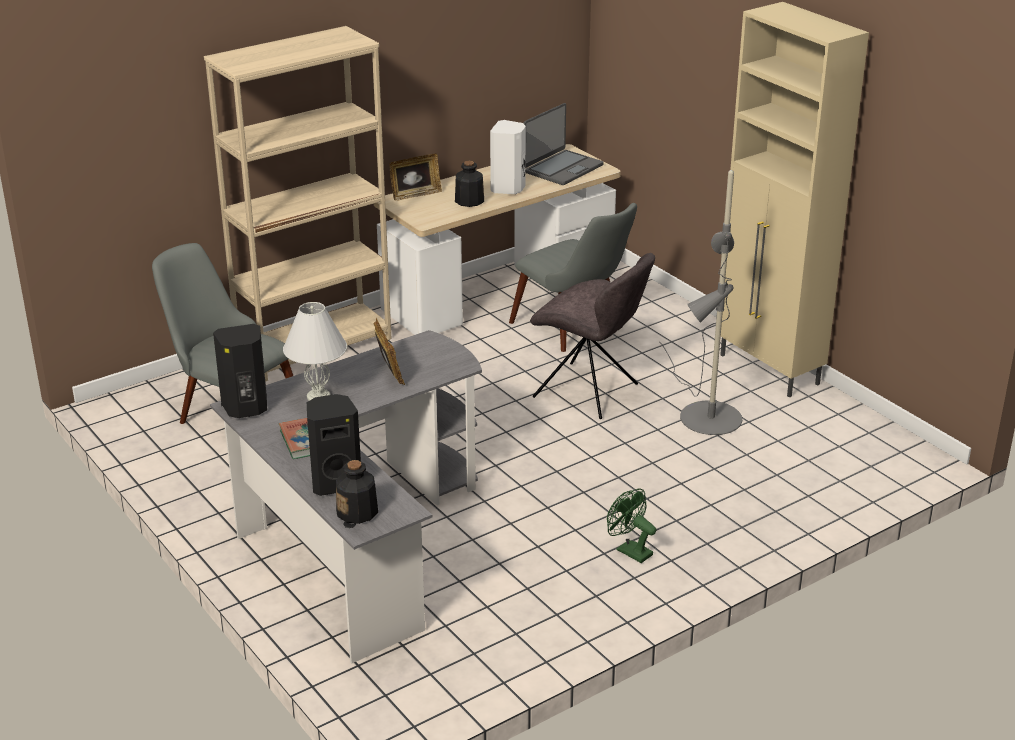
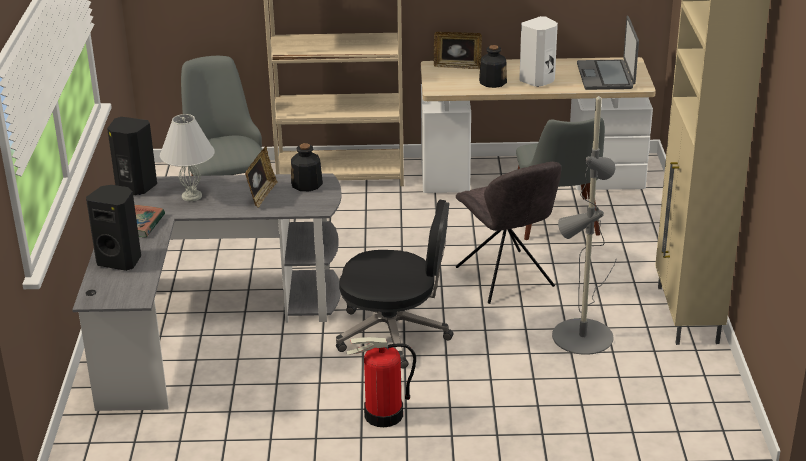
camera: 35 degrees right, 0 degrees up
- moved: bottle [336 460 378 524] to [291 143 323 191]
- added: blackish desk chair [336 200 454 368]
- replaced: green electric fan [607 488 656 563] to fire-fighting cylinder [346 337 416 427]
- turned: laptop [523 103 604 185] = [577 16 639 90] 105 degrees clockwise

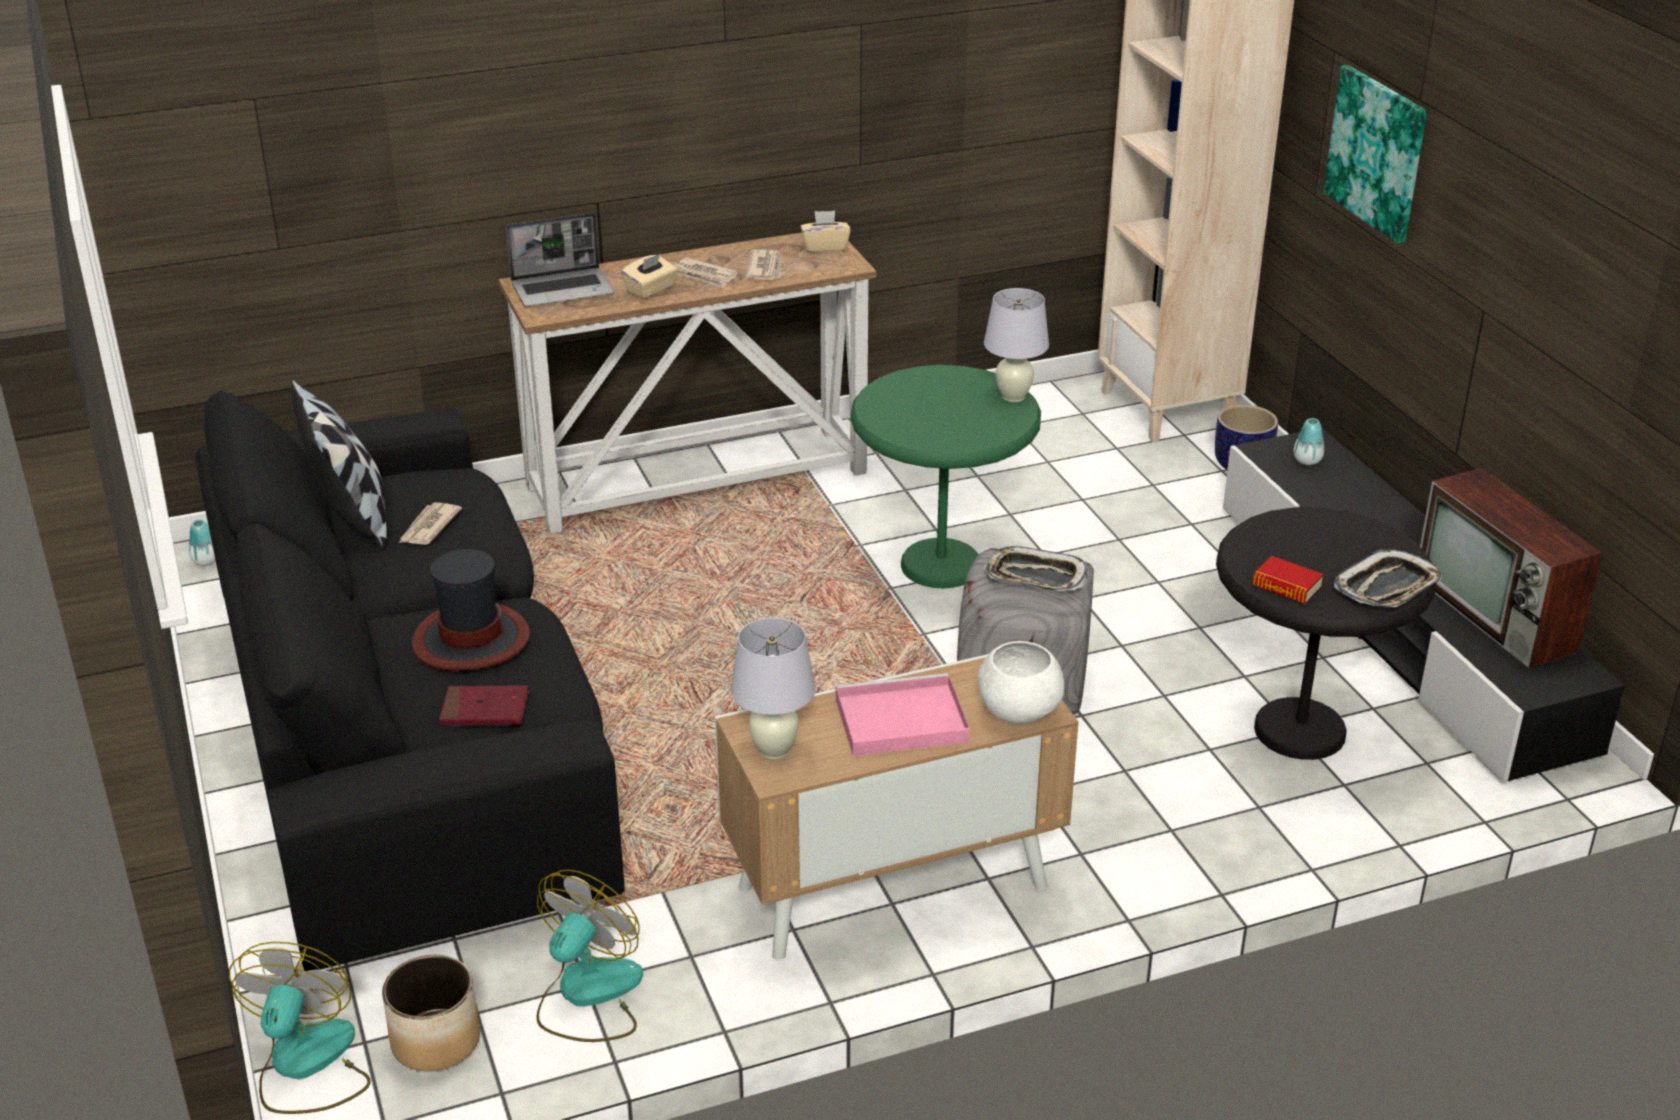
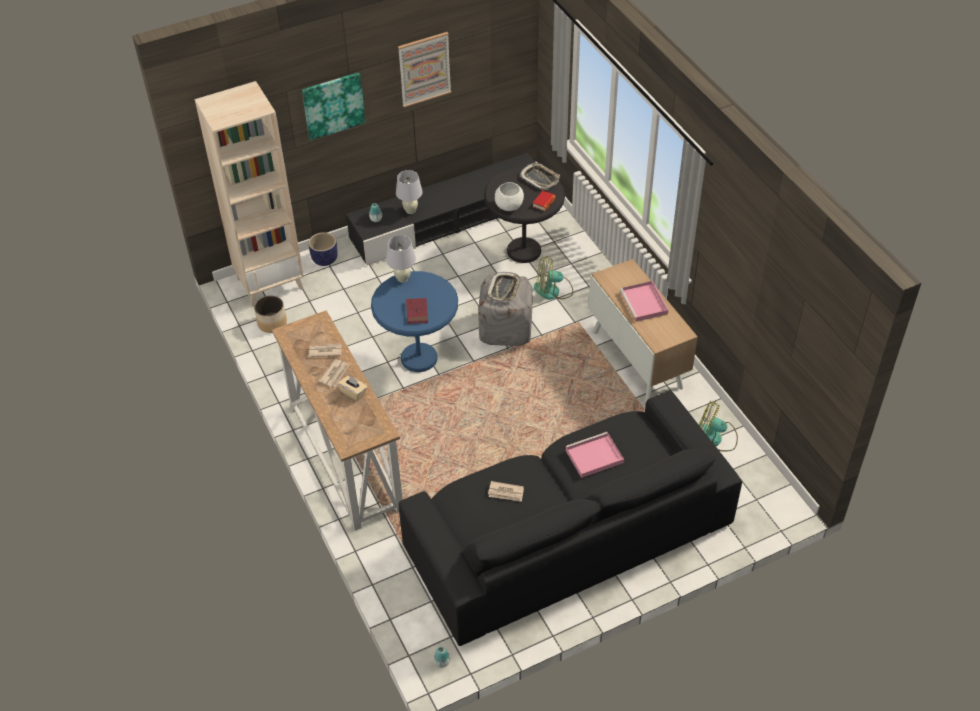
camera: 95 degrees left, 15 degrees up
- moved: flower pot [382 955 480 1071] to [254 296 287 333]
- recoloured: green side table [851 365 1041 588] to blue side table [371 271 458 372]
- moved: white tabletop lamp [731 617 816 759] to [396 170 423 214]
- added: wall art [398 32 451 108]
- moved: reddish bound book [439 685 529 726] to [406 298 428 324]
- moved: white bowl [977 641 1064 724] to [495 182 524 211]
- moved: electric fan [229 942 371 1114] to [534 256 573 300]
- replaced: clothing hat [412 549 530 671] to pinkish carrying tray [565 432 624 478]
- removed: pillow [292 380 387 550]
- removed: laptop [506 213 614 307]
- removed: beige box of tissues [800 211 851 253]
- removed: TV [1420 468 1603 668]

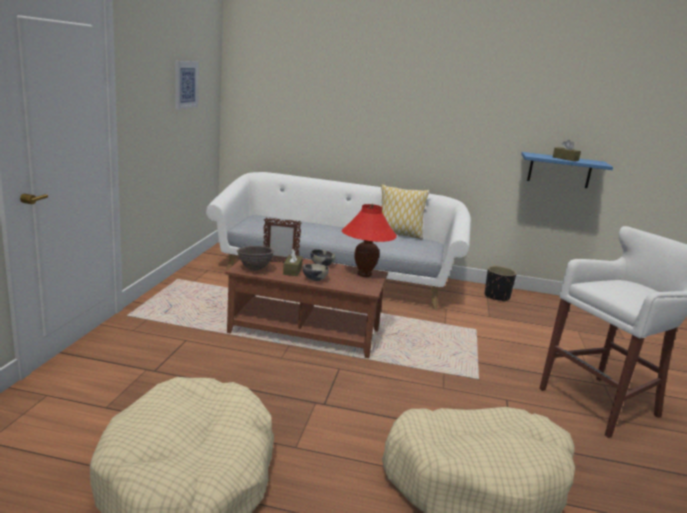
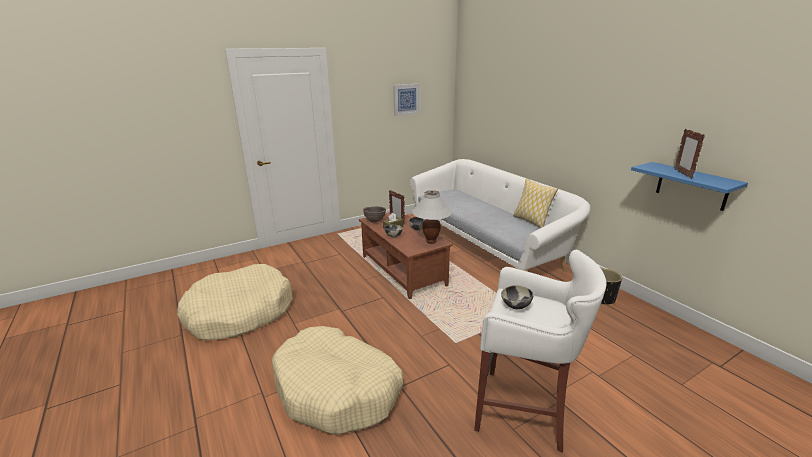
camera: 50 degrees right, 5 degrees up
- recoloured: reddish tabletop lamp [342 204 397 277] to white tabletop lamp [412 190 452 244]
- added: bowl [501 285 533 309]
- replaced: brown-coloured box of tissues [553 140 581 161] to standing frame [675 129 705 179]

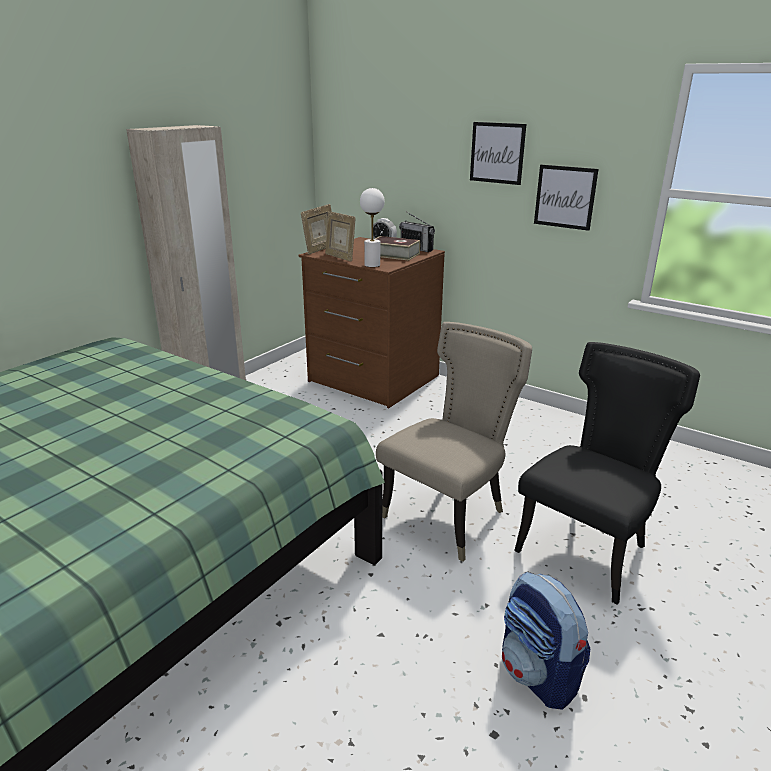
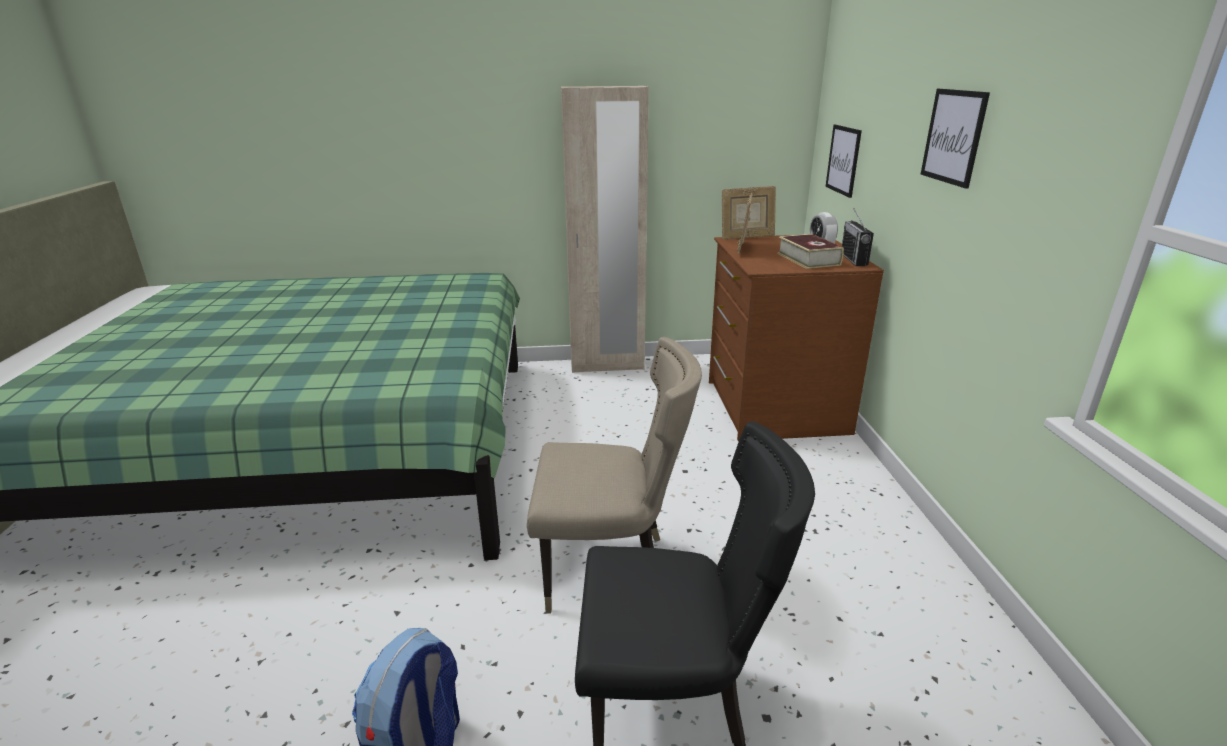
camera: 50 degrees right, 0 degrees up
- moved: wall art [534 165 599 231] to [825 125 862 198]
- removed: white tabletop lamp [360 188 385 267]

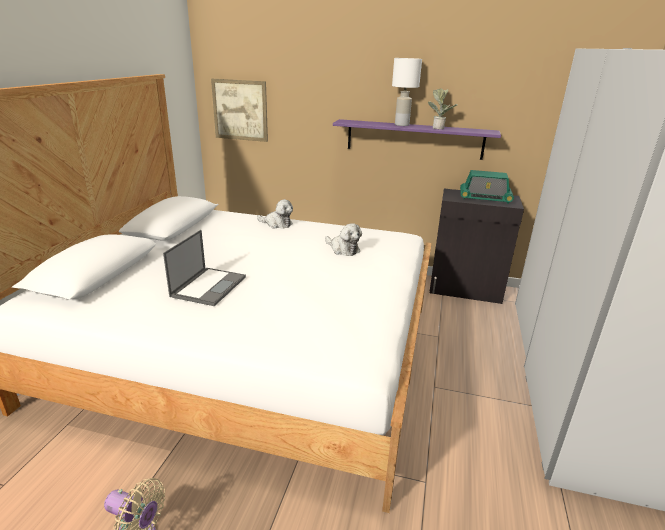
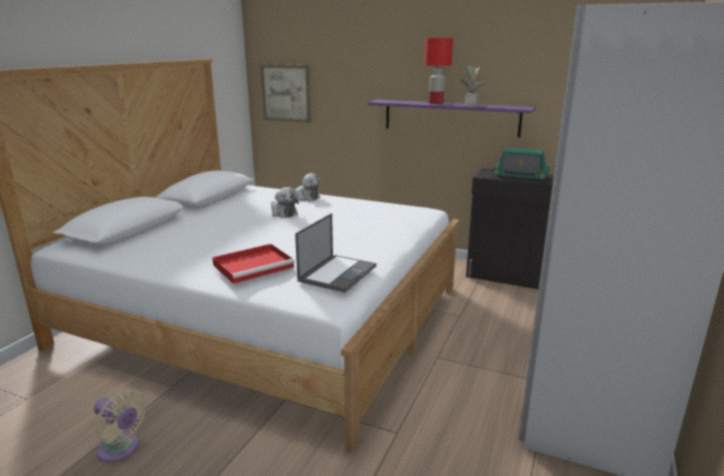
camera: 10 degrees right, 5 degrees down
- added: reddish carrying tray [212 244 295 284]
- moved: soft toy [325 223 362 256] to [271 187 299 218]
- moved: laptop [163 230 246 306] to [295 213 376 293]
- recoloured: white tabletop lamp [392 58 422 126] to reddish tabletop lamp [424 38 453 104]

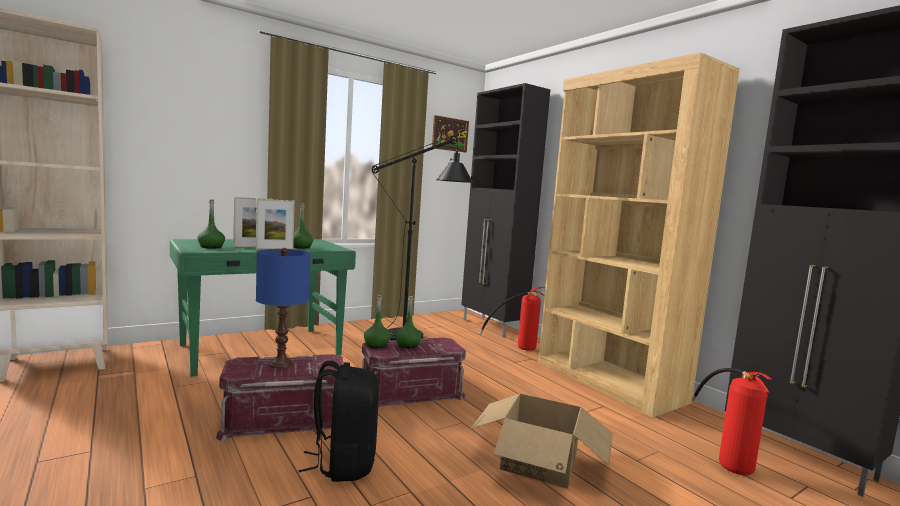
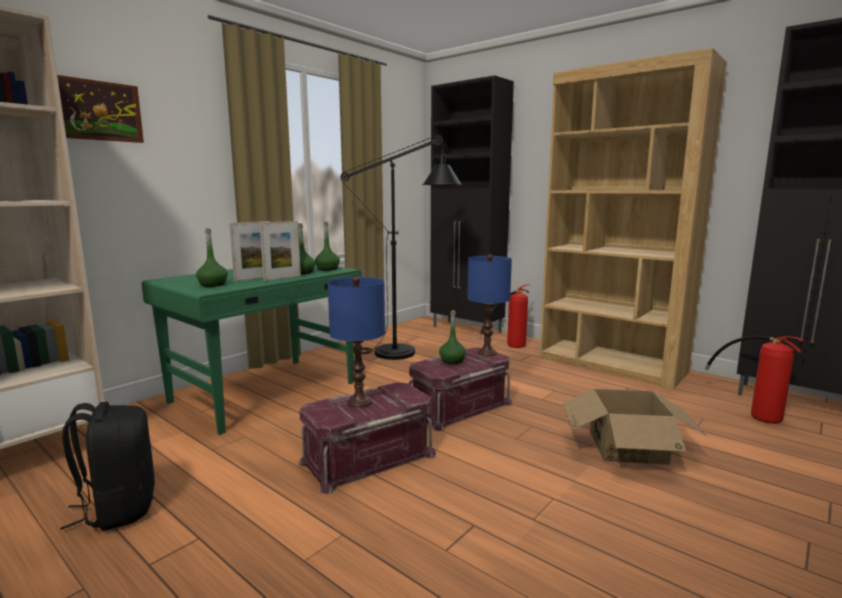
camera: 15 degrees left, 5 degrees up
- moved: wall art [432 115 469 152] to [57 75 144 143]
- moved: blackish rucksack [298 361 379 482] to [60 402 155 531]
- moved: green bottle [364 295 391 348] to [315 222 340 271]
- added: blue tabletop lamp [467 255 512 356]

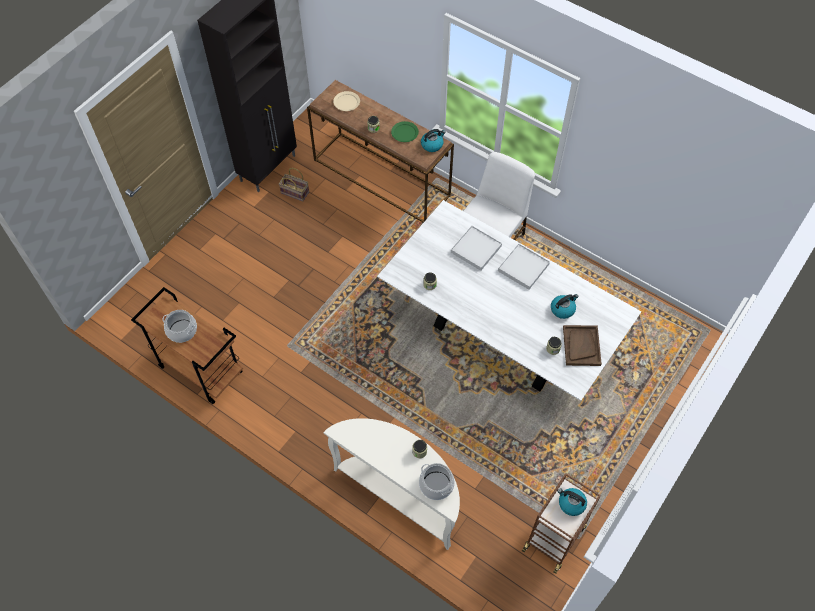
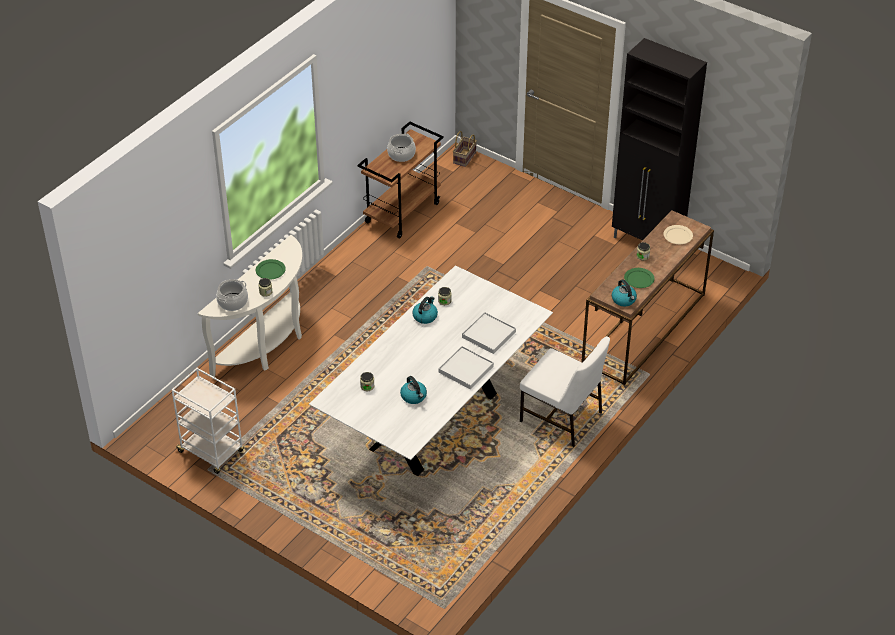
camera: 90 degrees right, 15 degrees down
- recoloured: brown-coloured cart [522 473 601 574] to white cart [172 368 244 474]
- added: green flat dish [256 259 286 280]
- moved: water kettle [558 488 587 516] to [412 296 438 324]
- moved: household basket [279 168 309 201] to [453 131 477 167]
- removed: brown-coloured carrying tray [563 325 602 366]

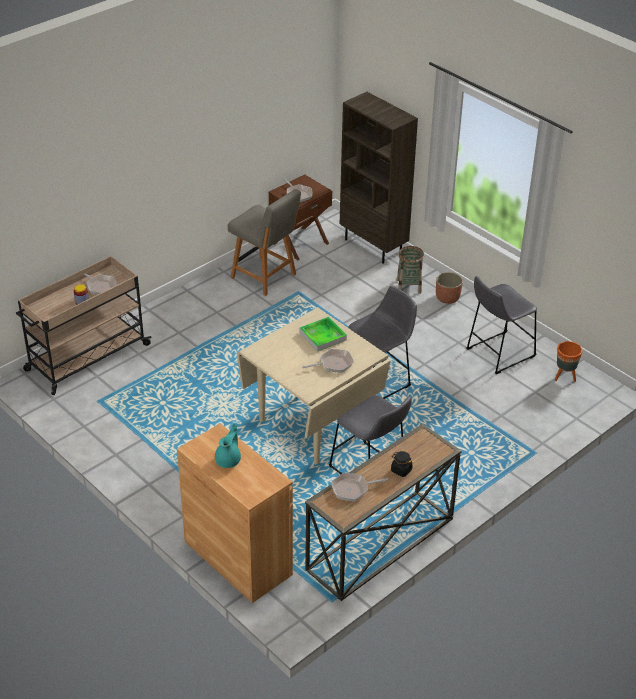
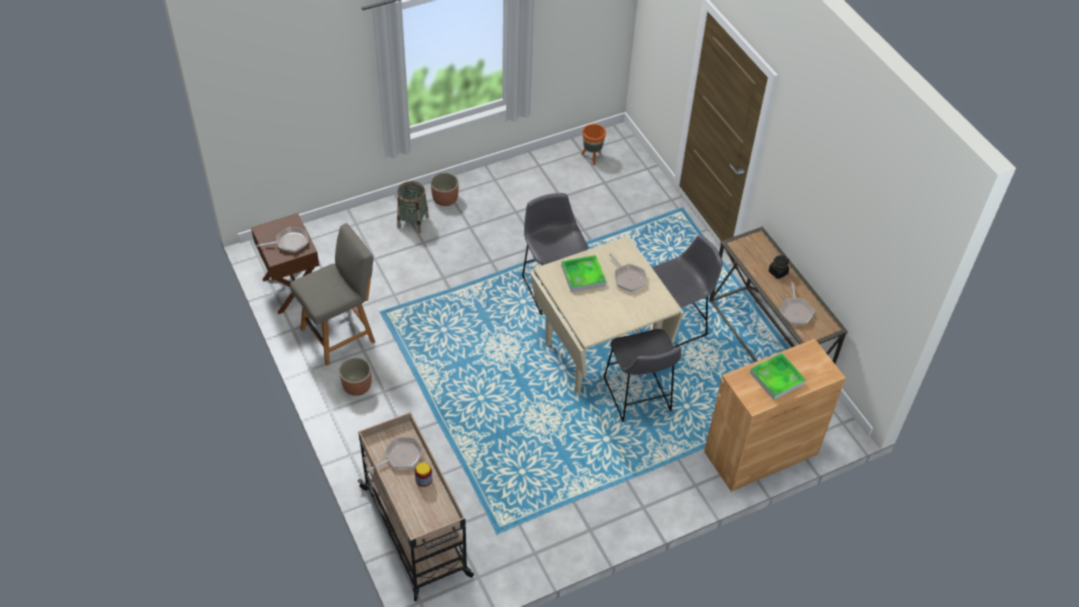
camera: 75 degrees left, 10 degrees up
- added: flower pot [339 358 372 396]
- moved: gray stool seat [466 276 537 374] to [603 329 681 422]
- turned: frying pan [302 349 354 373] = [609 253 647 292] 150 degrees clockwise
- replaced: turquoise pot for tea [215 423 241 468] to carrying tray [750 353 806 400]
- removed: brown-coloured bookshelf [340 92 418 264]

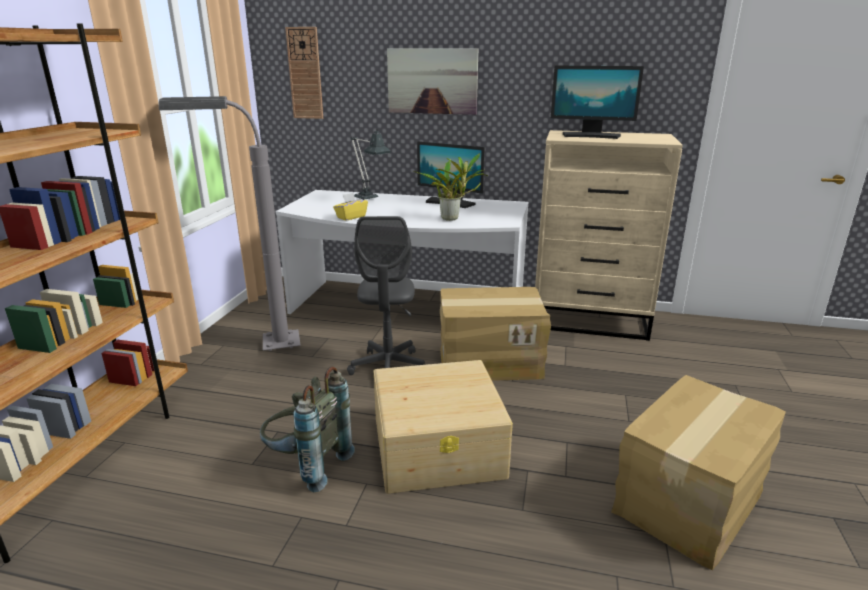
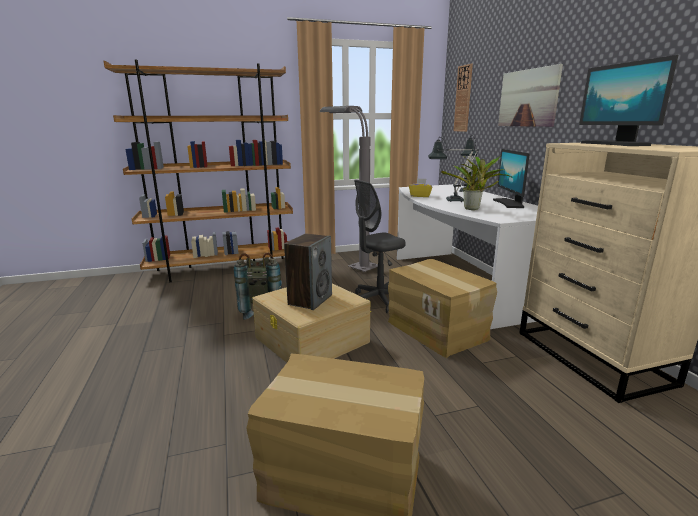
camera: 60 degrees right, 5 degrees down
- added: loudspeaker [284 233 332 310]
- added: tabletop lamp [428 137 479 202]

